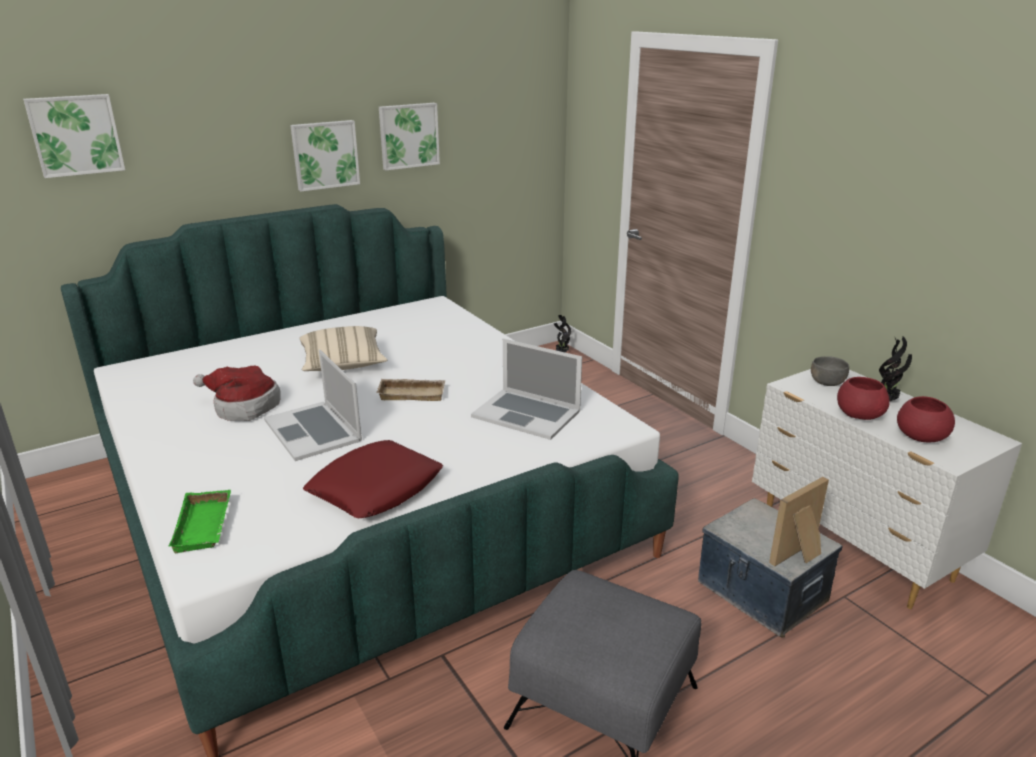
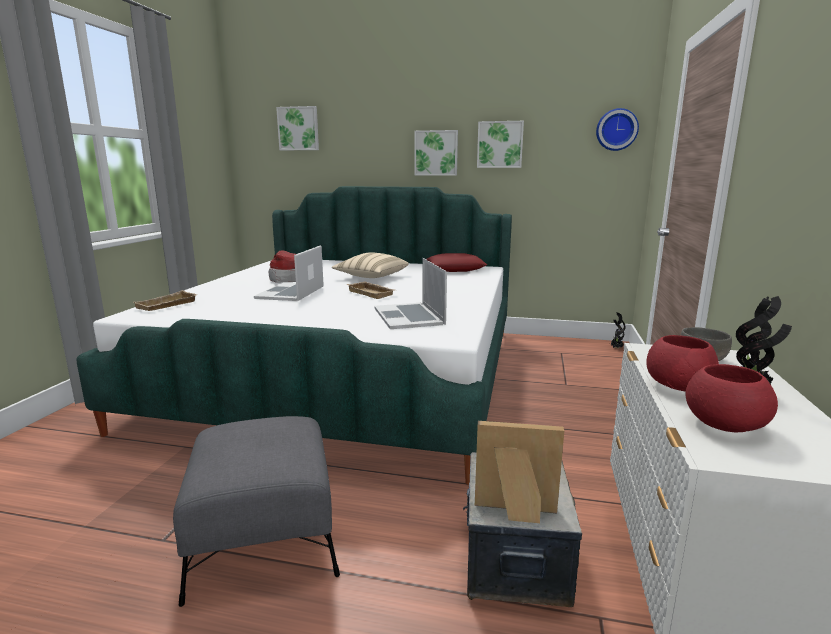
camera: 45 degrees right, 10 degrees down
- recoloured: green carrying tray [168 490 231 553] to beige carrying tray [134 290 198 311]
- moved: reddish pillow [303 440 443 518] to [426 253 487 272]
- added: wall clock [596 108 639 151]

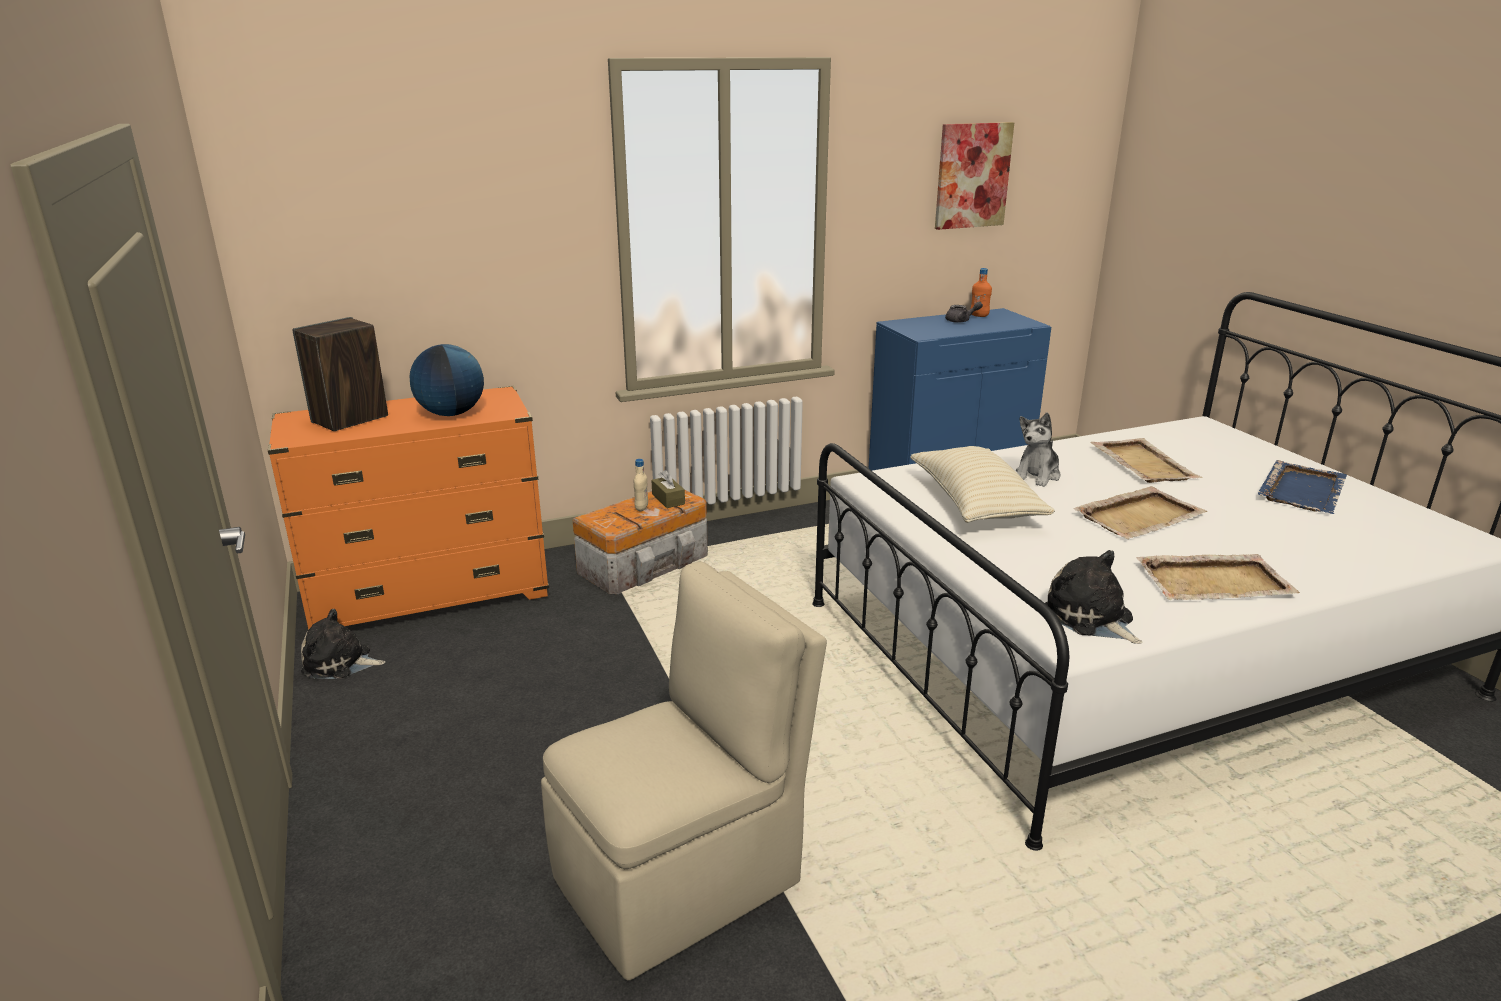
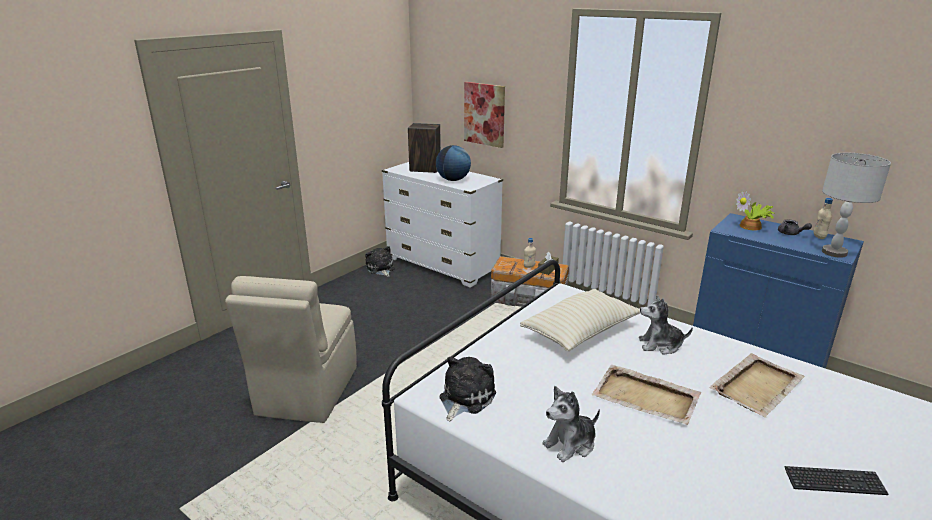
camera: 60 degrees right, 0 degrees up
- turned: beige chair [541 562 827 980] = [225 276 357 423] 75 degrees clockwise
- recoloured: orange-coloured drawer chest [268 386 549 630] to white drawer chest [382 162 503 288]
- moved: wall art [935 122 1014 230] to [464 82 505 148]
- replaced: beige carrying tray [1136 554 1300 600] to soft toy [542 386 600 462]
- added: houseplant [736 190 775 230]
- replaced: blue carrying tray [1258 460 1347 514] to keyboard [784 466 888 495]
- recoloured: orange-coloured bottle [970 268 992 317] to beige bottle [813 198 833 239]
- added: gray tabletop lamp [822 153 891 258]

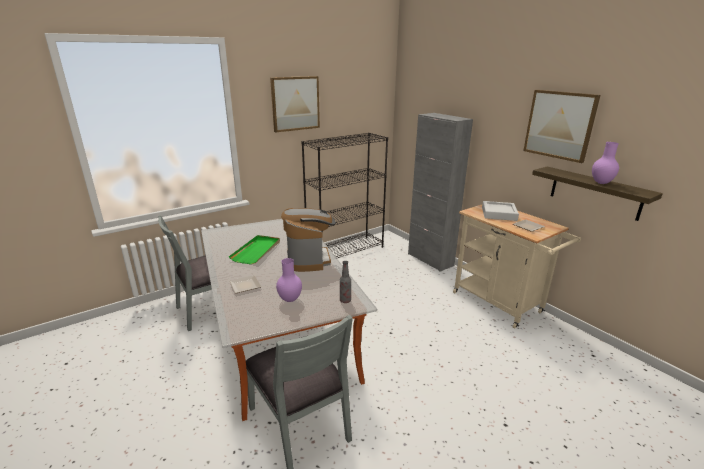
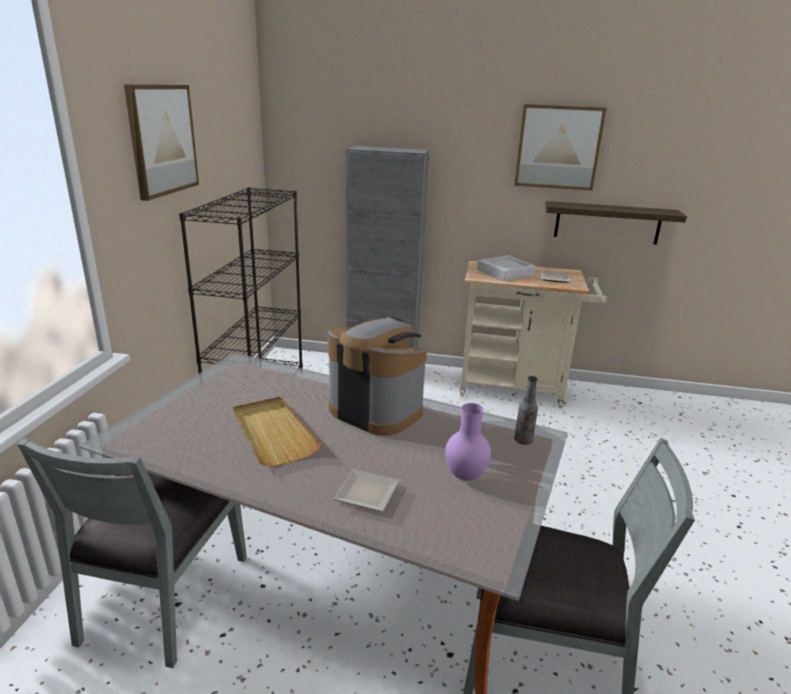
camera: 45 degrees left, 0 degrees up
- recoloured: green carrying tray [229 235 280 264] to beige carrying tray [233 397 321 466]
- removed: purple flower vase [592 142 619 184]

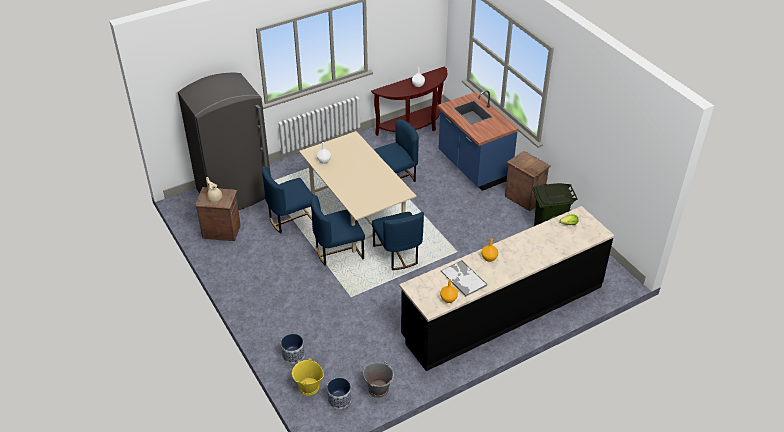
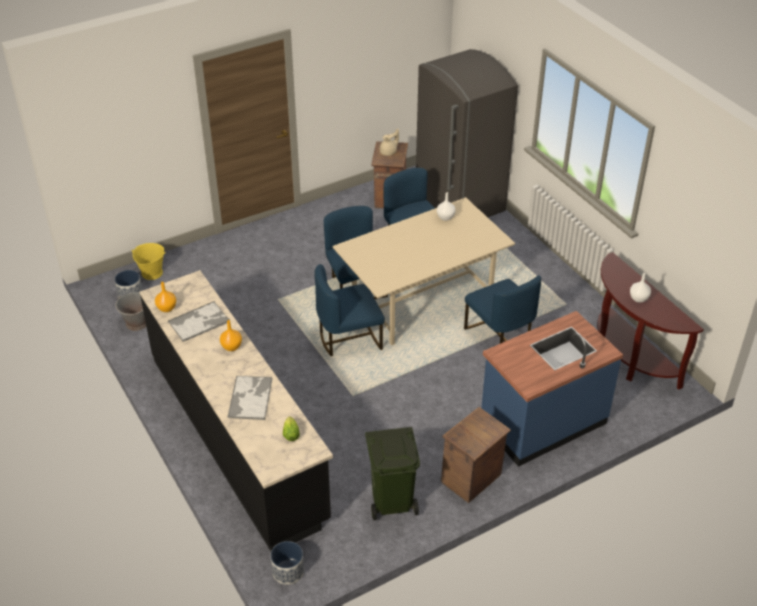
camera: 90 degrees right, 0 degrees up
- added: carrying tray [228 375 273 420]
- moved: flower pot [281 334 305 364] to [270 541 304 585]

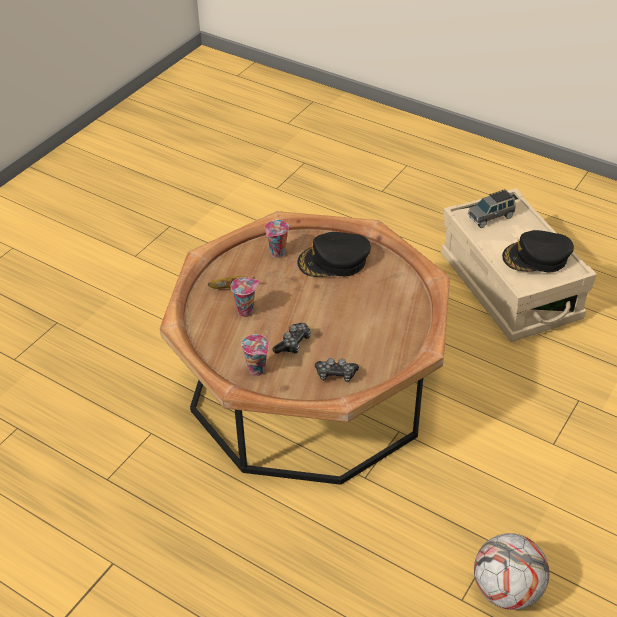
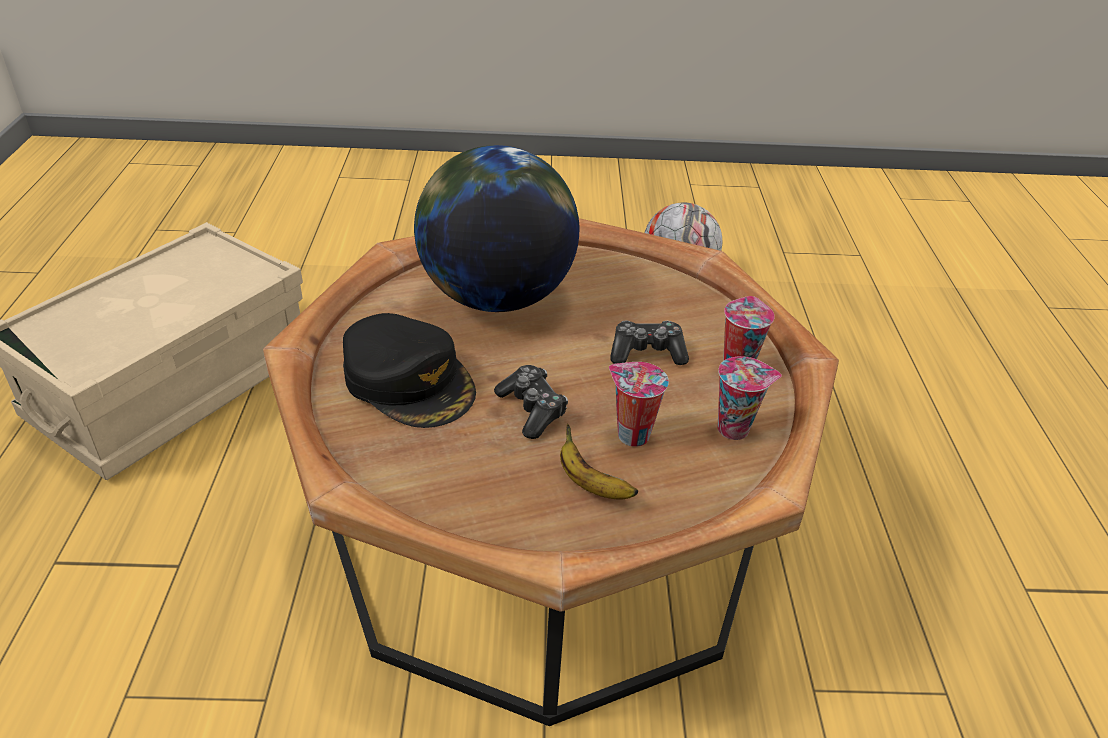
camera: 125 degrees left, 5 degrees down
- added: world globe [414 145 579 312]
- moved: gamepad [315 358 359 382] to [494 365 568 439]
- moved: cup [265 220 289 258] to [718 356 782 440]
- removed: gray model car [468 189 516 228]
- removed: blackish baseball cap [502 230 574 273]

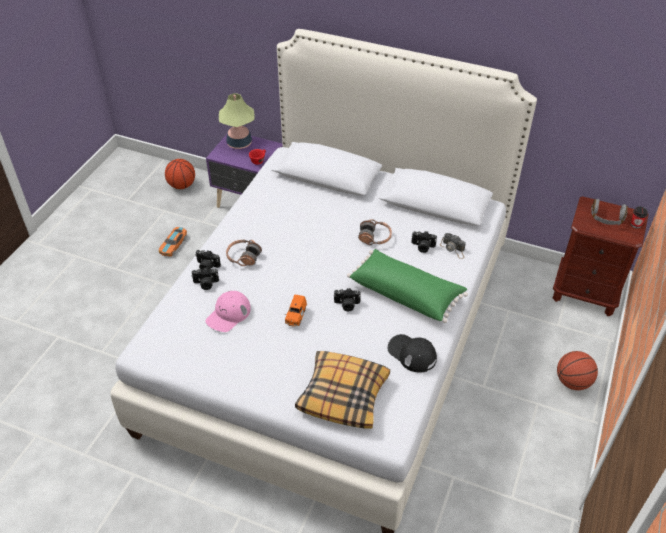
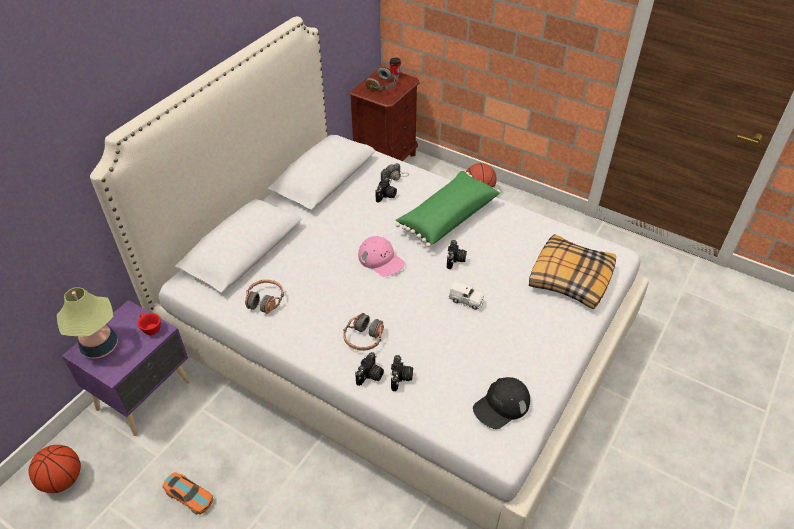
camera: 80 degrees left, 0 degrees up
- moved: headset [358 219 392 245] to [245 279 284 314]
- moved: pinkish baseball cap [206 291 251 332] to [358 236 405 277]
- recoloured: orange-coloured model car [285 295 307 327] to white model car [448 281 484 310]
- moved: blackish baseball cap [388 334 437 373] to [473 377 530 429]

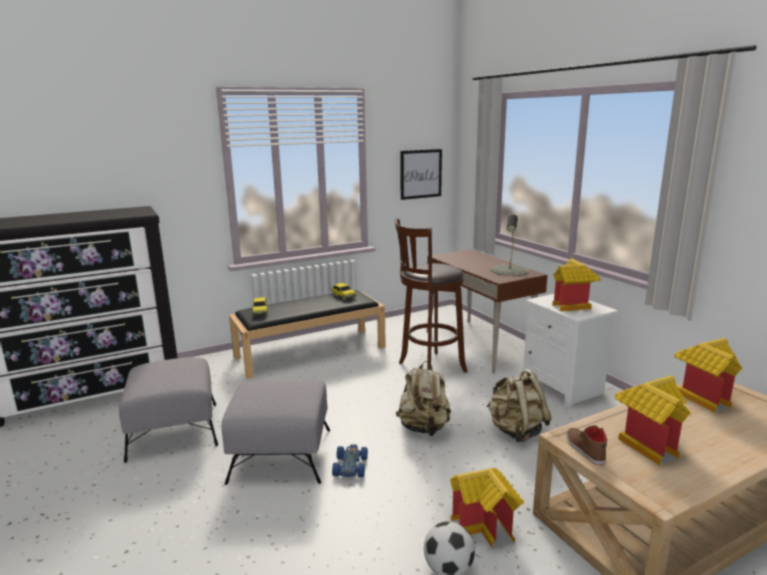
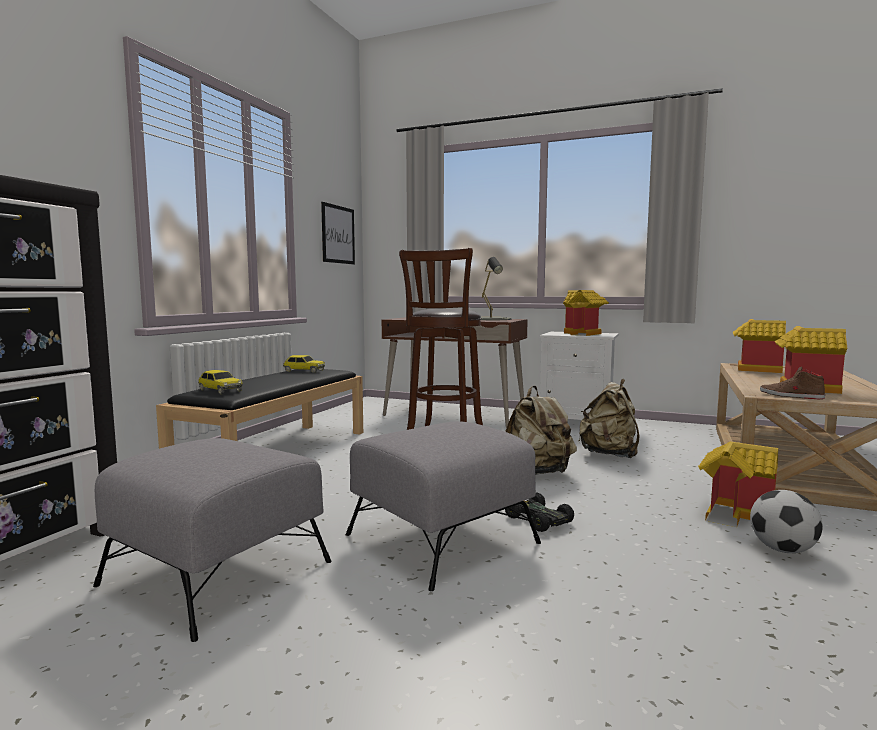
camera: 40 degrees left, 10 degrees down
- recoloured: blue model car [332 444 368 477] to blackish model car [505 493 574 532]

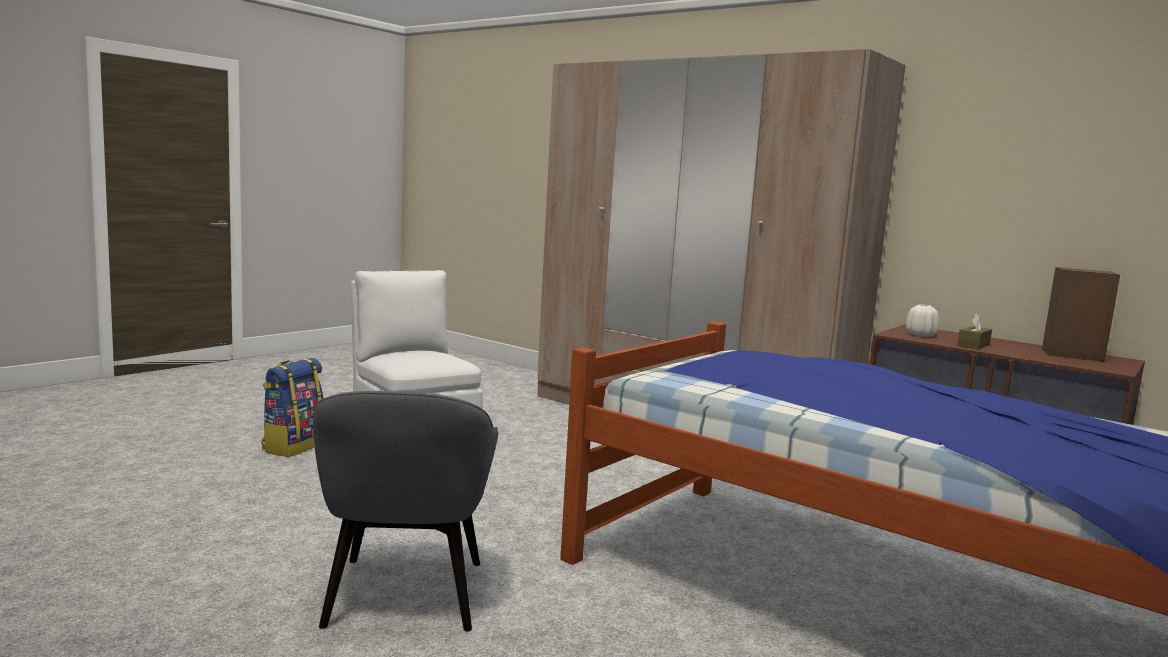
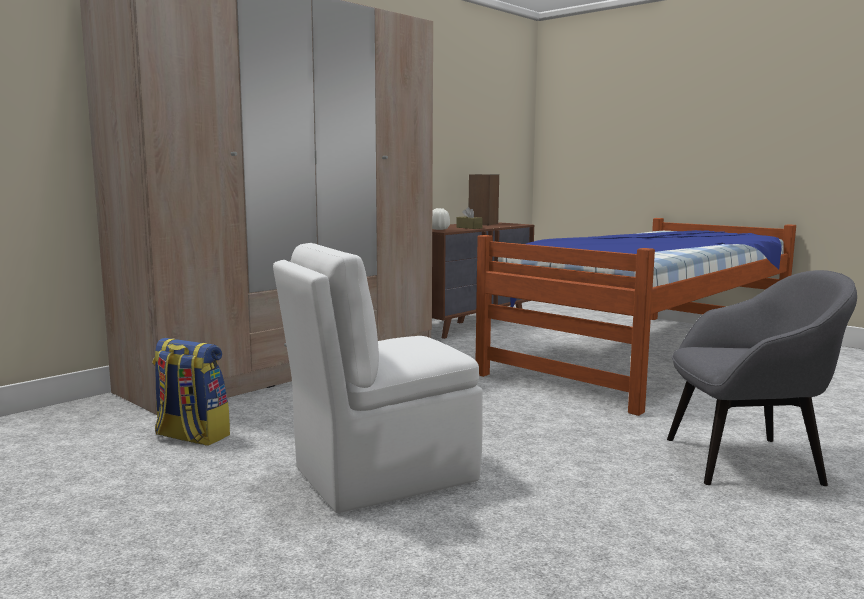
camera: 85 degrees left, 0 degrees up
- moved: rucksack [262 358 324 457] to [153 338 230 446]

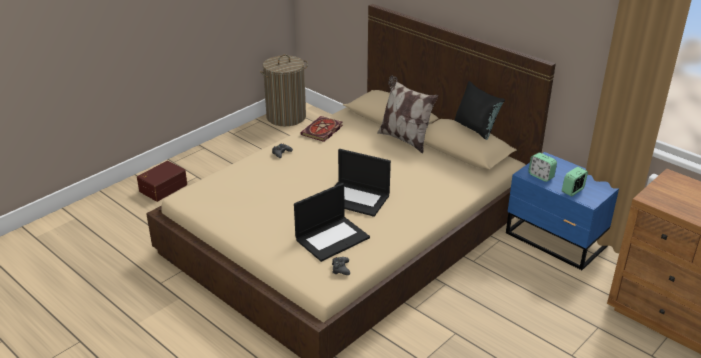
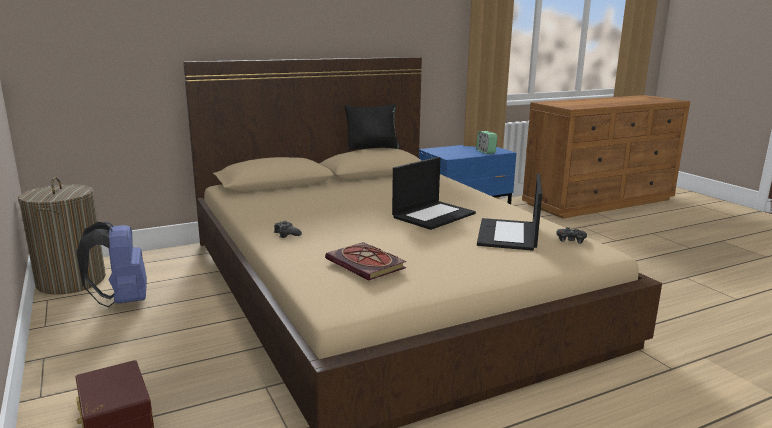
camera: 70 degrees left, 15 degrees down
- added: blue rucksack [76 221 147 307]
- moved: bound book [300 116 343 142] to [325 242 406 280]
- turned: laptop [294 183 370 262] = [477 174 542 251] 150 degrees counterclockwise
- removed: pillow [377 76 438 153]
- removed: alarm clock [528 153 557 182]

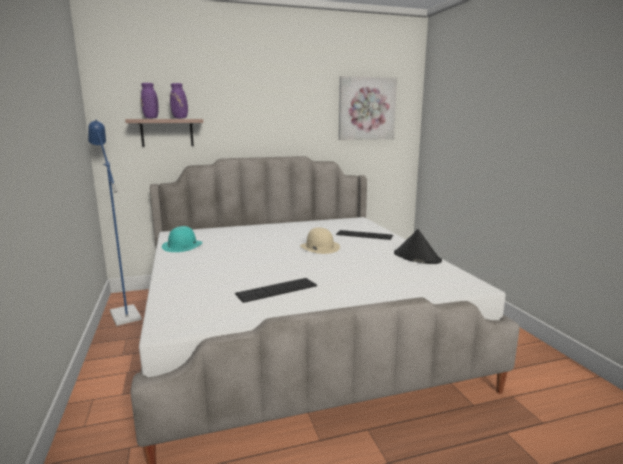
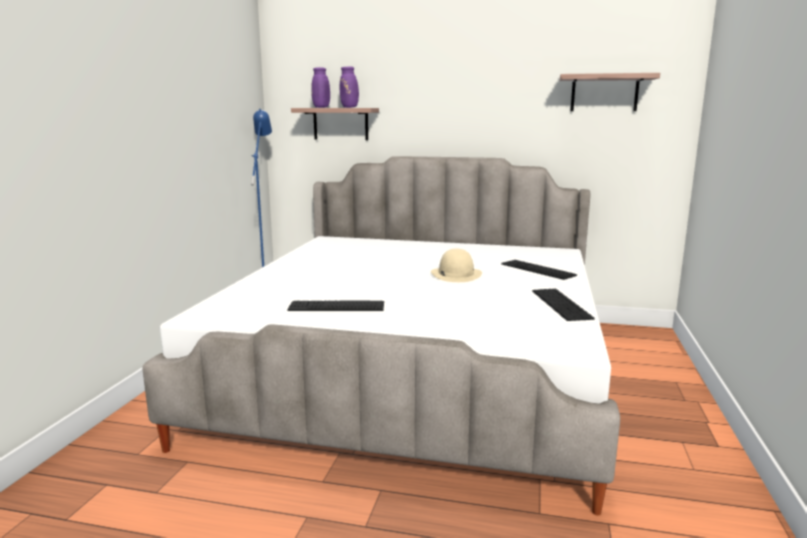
camera: 30 degrees right, 0 degrees up
- replaced: blackish clothing hat [394 229 442 264] to keyboard [532 289 594 321]
- replaced: wall art [339 76 397 140] to bracket shelf [560 73 660 111]
- removed: turquoise clothing hat [162 226 203 252]

